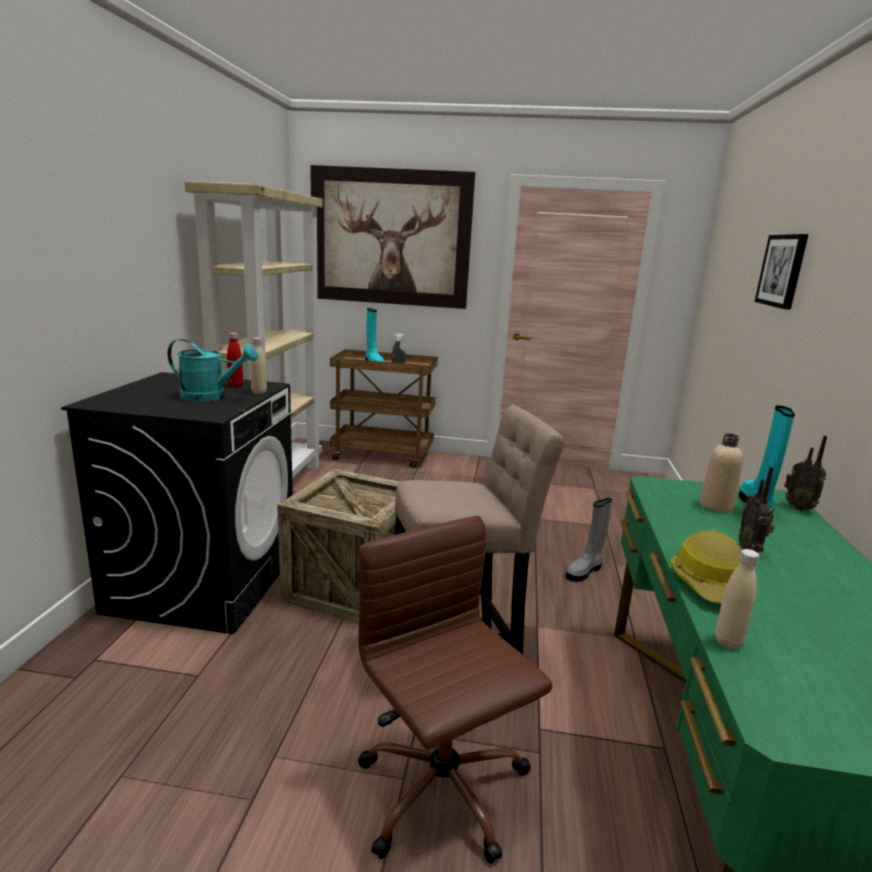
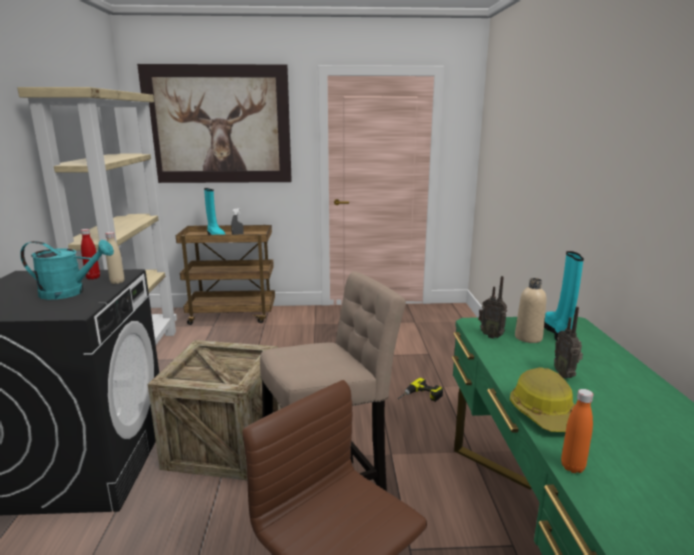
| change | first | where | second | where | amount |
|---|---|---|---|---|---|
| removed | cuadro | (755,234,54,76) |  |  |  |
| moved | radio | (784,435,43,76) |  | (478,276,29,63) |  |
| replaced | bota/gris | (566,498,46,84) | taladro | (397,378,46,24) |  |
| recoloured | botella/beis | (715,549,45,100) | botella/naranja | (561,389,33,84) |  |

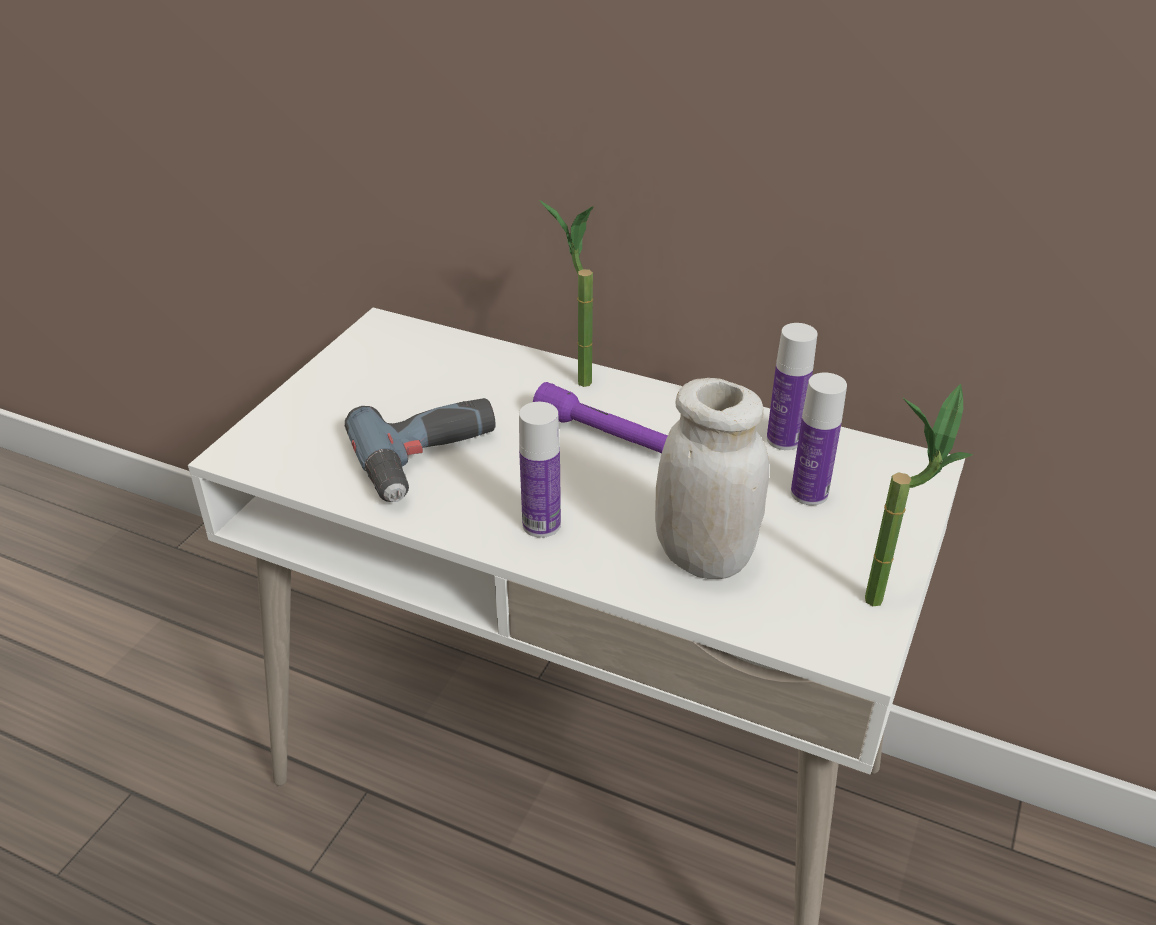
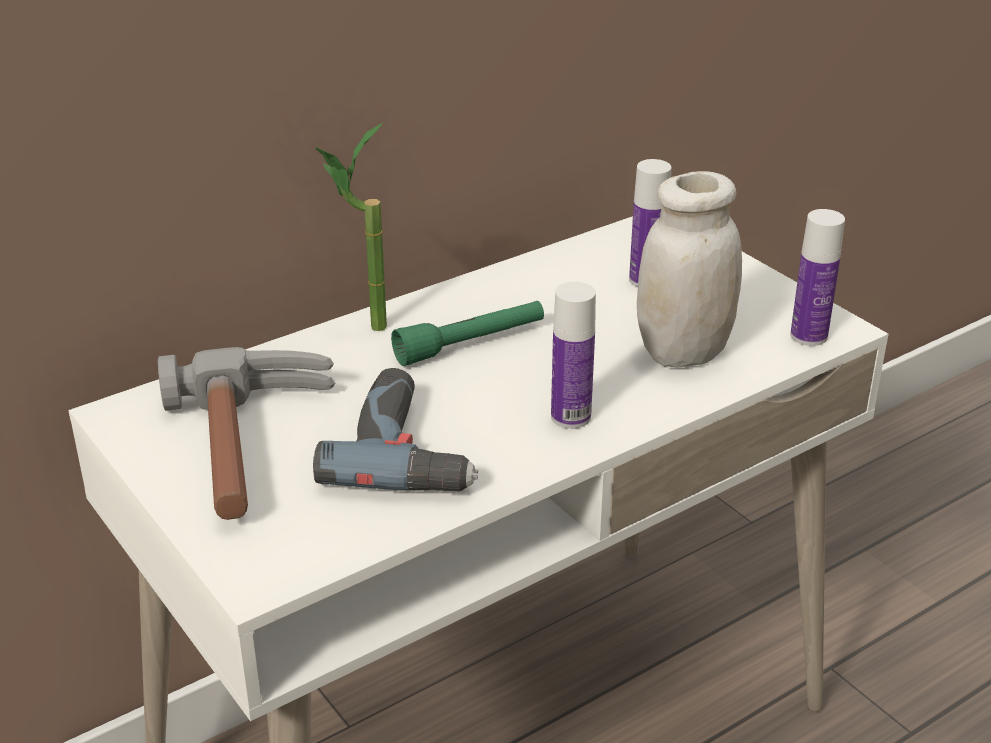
| change | first | where | second | where | amount |
|---|---|---|---|---|---|
| removed | planta en maceta | (865,384,108,222) |  |  |  |
| added |  |  | martillo | (158,347,177,173) |  |
| moved | botella | (767,323,51,127) |  | (790,209,55,137) |  |
| recoloured | linterna/morado | (533,382,135,71) | linterna/verde | (391,301,153,65) |  |

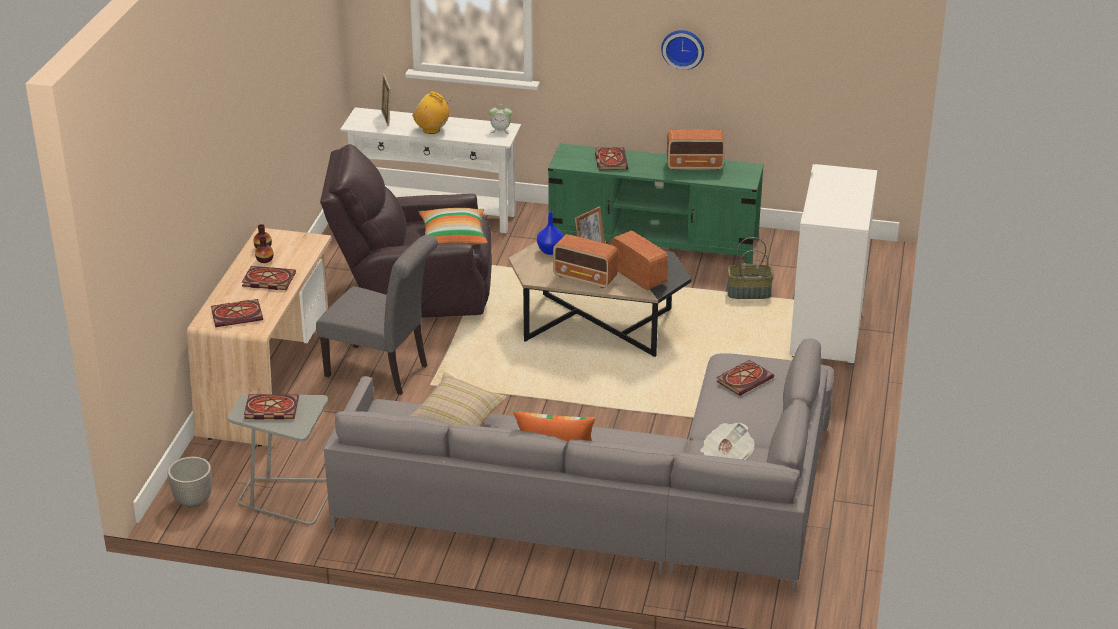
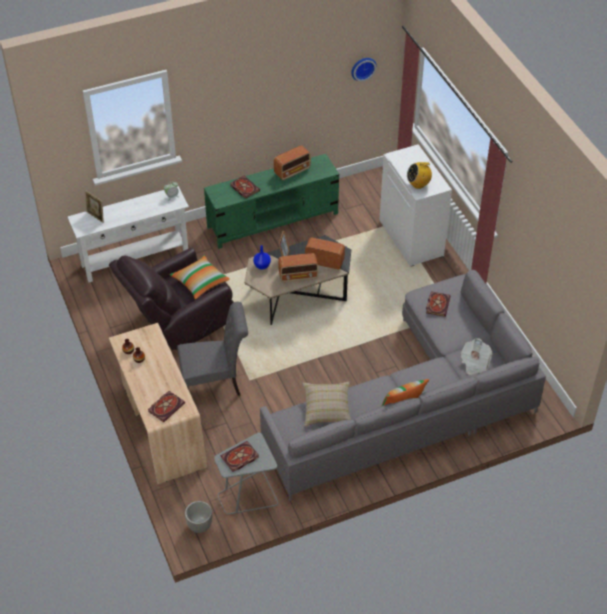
| change | first | where | second | where | amount |
|---|---|---|---|---|---|
| removed | libro | (242,266,54,24) |  |  |  |
| removed | cesta | (727,237,47,62) |  |  |  |
| moved | radio | (412,91,39,43) |  | (407,162,25,27) |  |
| moved | reloj de pared | (661,30,43,40) |  | (351,58,26,23) |  |

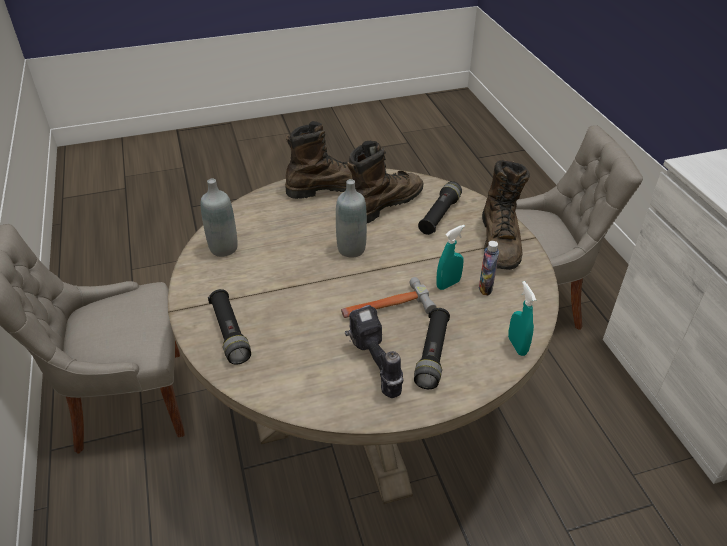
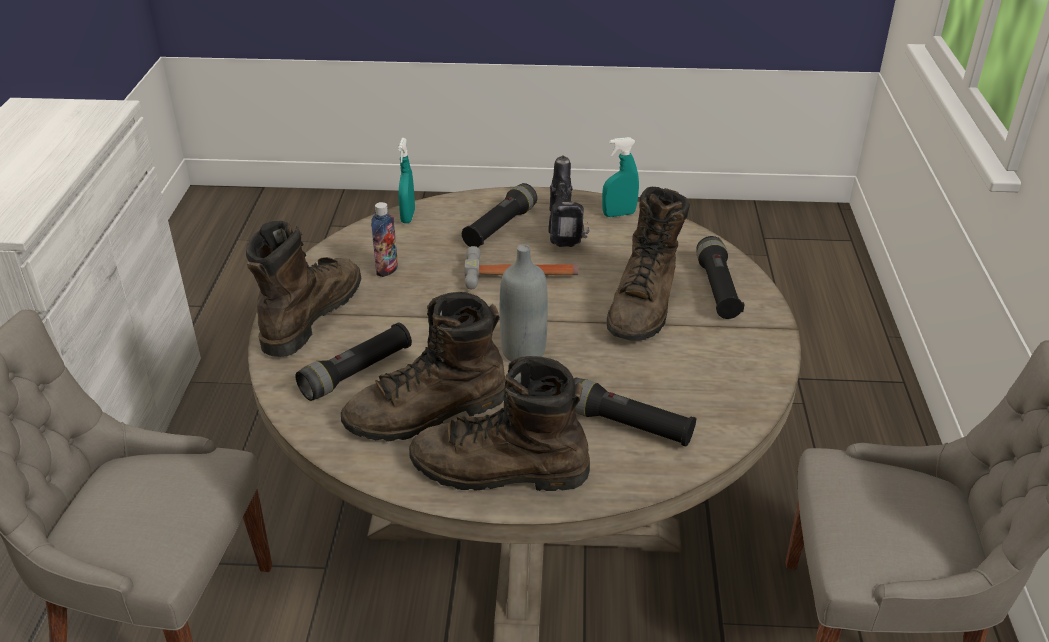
| change | first | where | second | where | amount |
|---|---|---|---|---|---|
| removed | botella/gris | (200,178,38,79) |  |  |  |
| added |  |  | linterna/negro | (574,378,123,69) |  |
| added |  |  | bota/marrón | (607,187,83,154) |  |
| moved | pulverizador/turquesa | (436,225,29,65) |  | (602,137,37,80) |  |

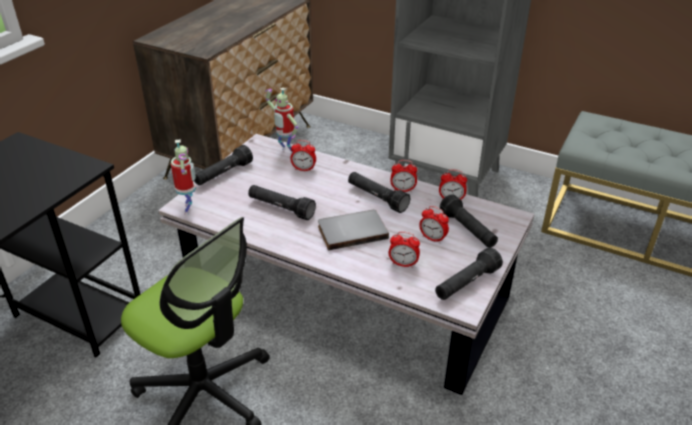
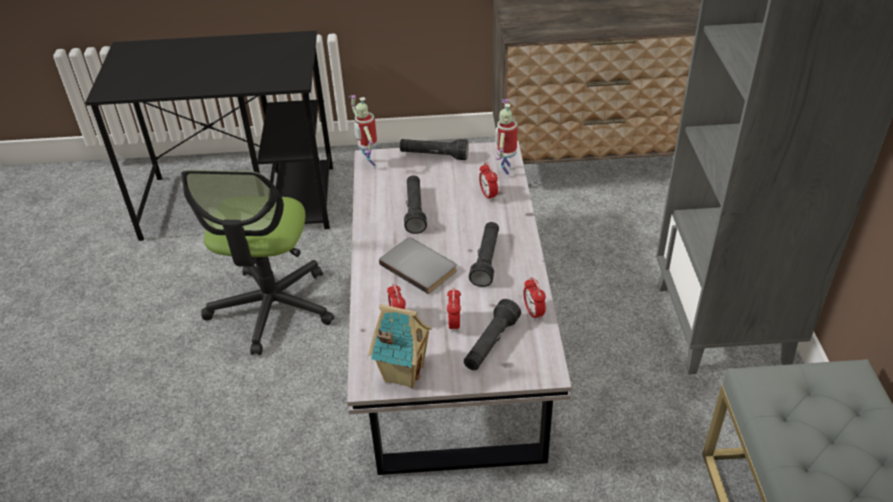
| change | first | where | second | where | amount |
|---|---|---|---|---|---|
| removed | despertador | (390,160,27,32) |  |  |  |
| replaced | linterna/negro | (435,247,68,53) | casita | (368,304,64,85) |  |
| turned | robot de juguete | (171,140,25,75) |  | (348,95,29,74) | 105 degrees clockwise |

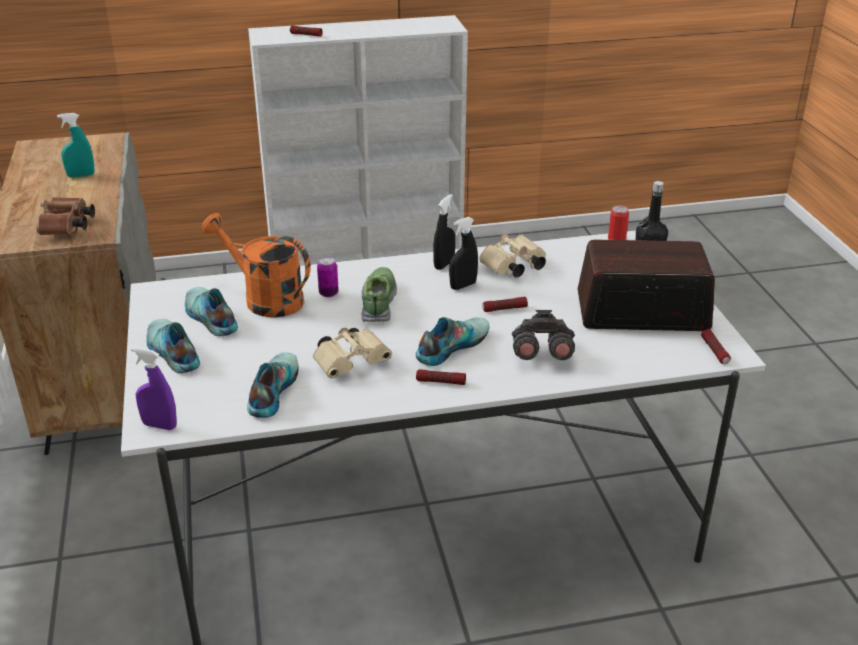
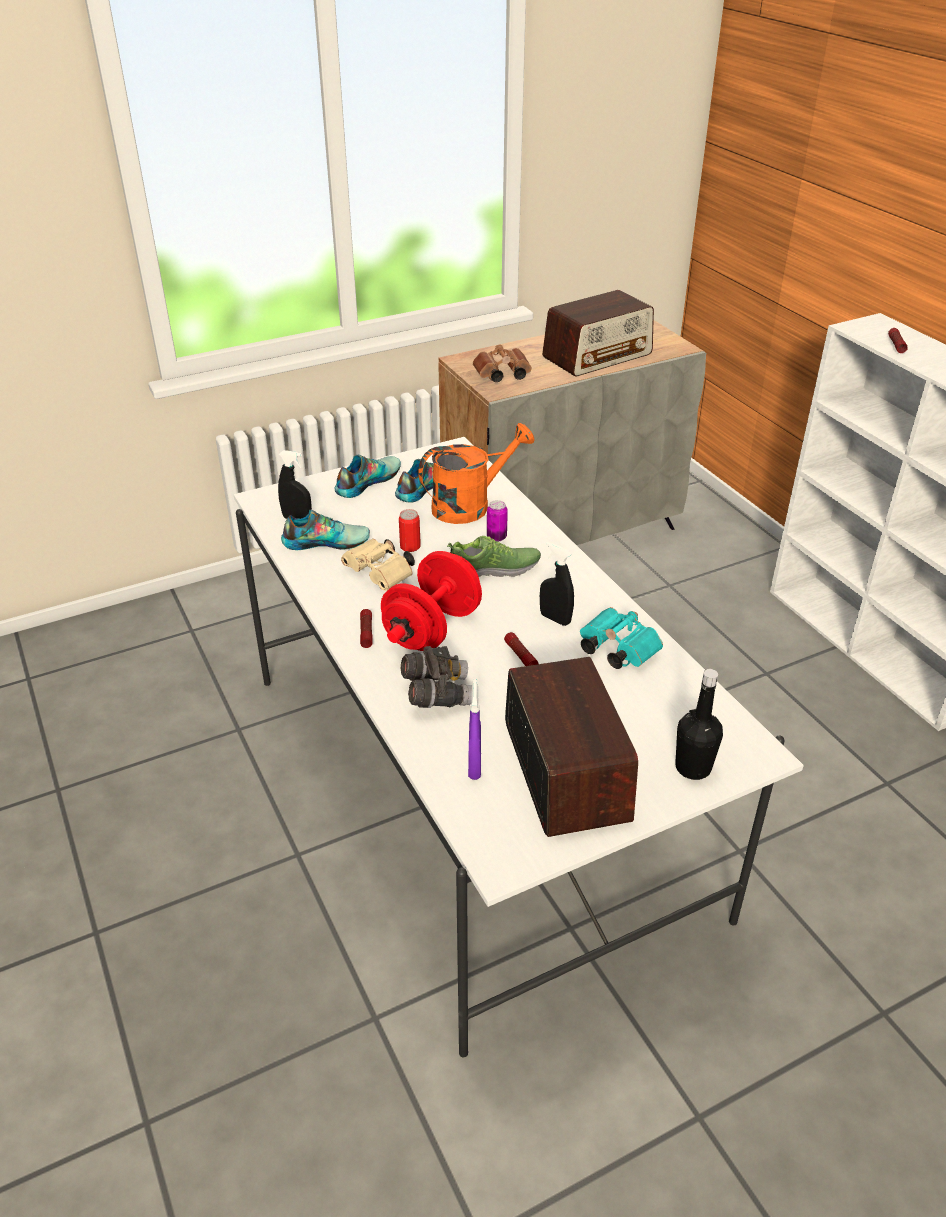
| change | first | where | second | where | amount |
|---|---|---|---|---|---|
| removed | linterna | (701,329,30,35) |  |  |  |
| moved | pulverizador/morado | (131,347,46,83) |  | (468,679,13,101) |  |
| moved | pulverizador/negro | (433,194,22,76) |  | (278,450,34,69) |  |
| moved | lata | (608,205,21,35) |  | (399,509,22,43) |  |
| replaced | pulverizador/turquesa | (57,113,38,65) | radio | (542,290,112,86) |  |
| replaced | zapato | (415,317,74,49) | mancuerna/rojo | (381,551,101,100) |  |
| recoloured | prismáticos/beis | (479,234,67,44) | prismáticos/turquesa | (580,607,83,62) |  |
| turned | regadera/naranja | (202,213,109,105) |  | (418,423,117,101) | 45 degrees clockwise |

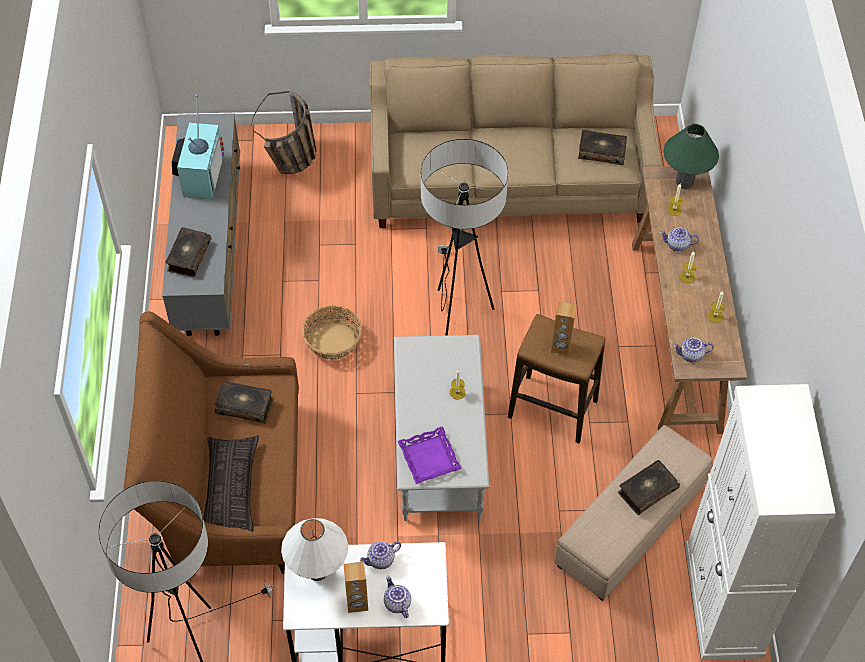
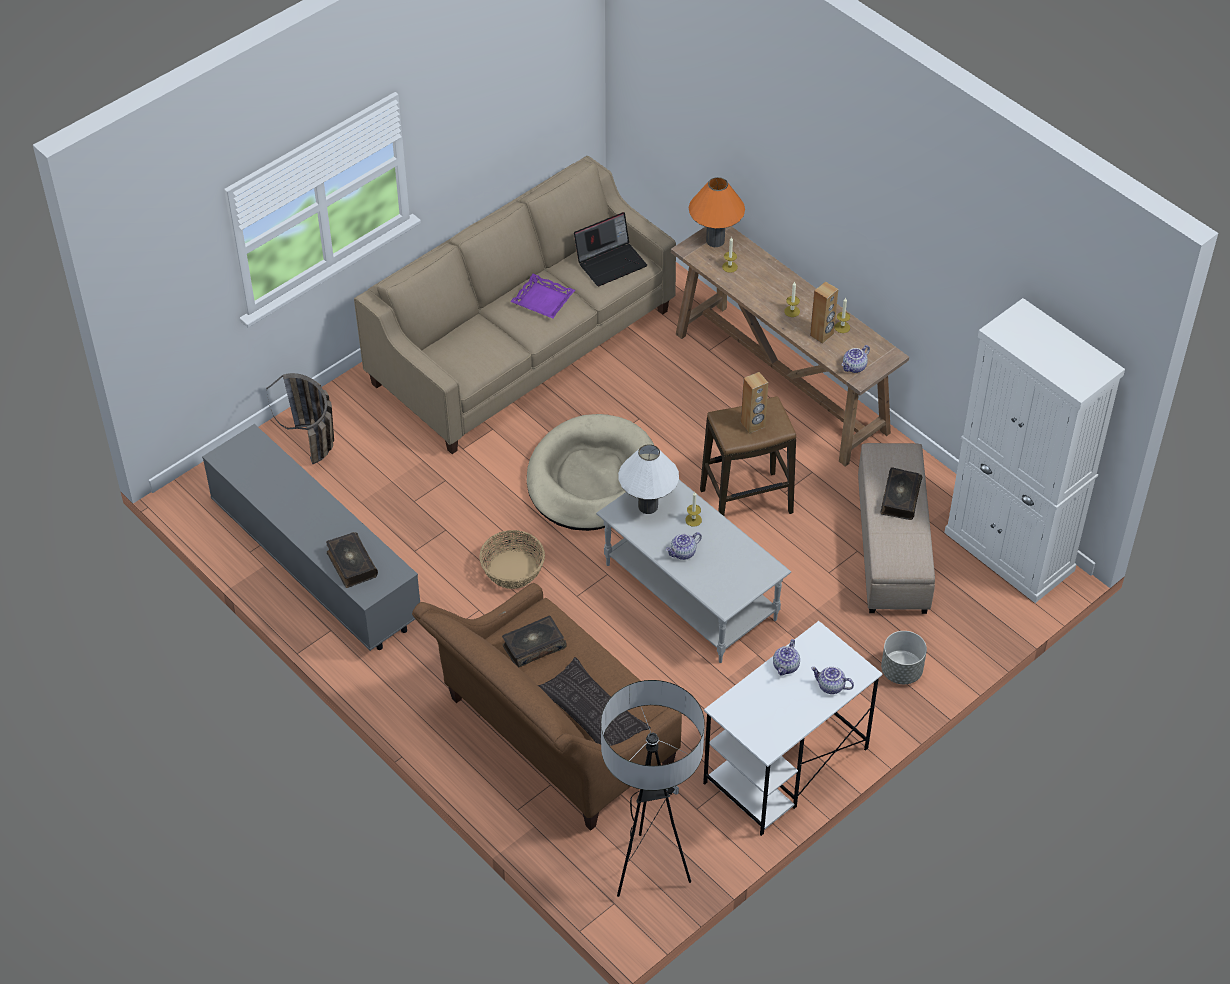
| change | first | where | second | where | amount |
|---|---|---|---|---|---|
| removed | televisor | (172,94,52,105) |  |  |  |
| added |  |  | maceta/gris | (881,631,46,53) |  |
| moved | lámpara de mesa/blanco | (281,518,67,63) |  | (618,444,61,70) |  |
| moved | altavoz/marrón | (343,562,25,51) |  | (810,282,28,62) |  |
| moved | bandeja/morado | (398,426,64,58) |  | (510,274,65,44) |  |
| moved | tetera | (660,227,39,24) |  | (666,532,36,28) |  |
| replaced | lámpara de pie | (421,139,87,196) | cama para perro/beis | (527,414,131,117) |  |
| replaced | libro | (578,130,49,35) | portátil | (574,212,73,75) |  |
| recoloured | lámpara de mesa/verde | (663,124,56,65) | lámpara de mesa/naranja | (689,177,56,70) |  |

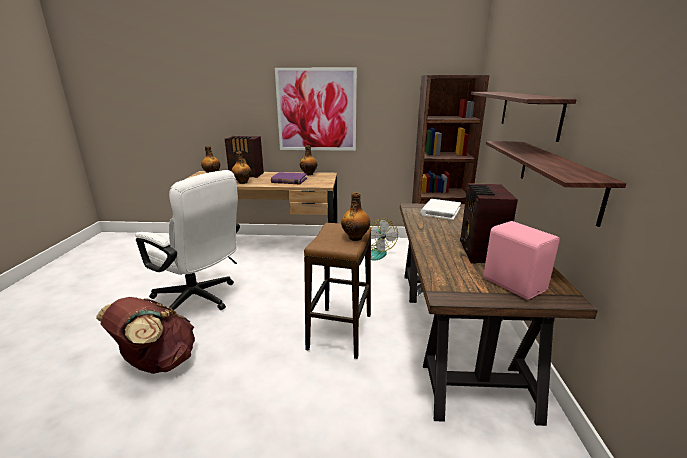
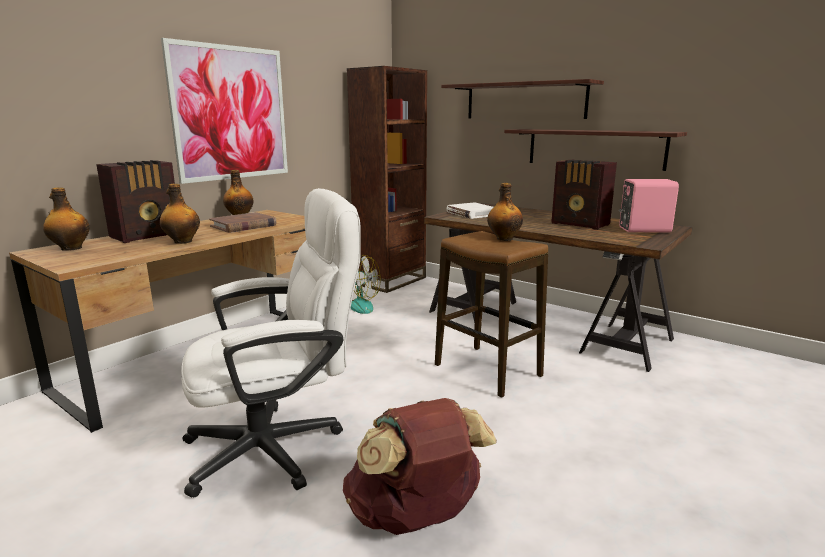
| change | first | where | second | where | amount |
|---|---|---|---|---|---|
| recoloured | libro/morado | (271,172,36,12) | libro/marrón | (209,212,67,21) |  |

